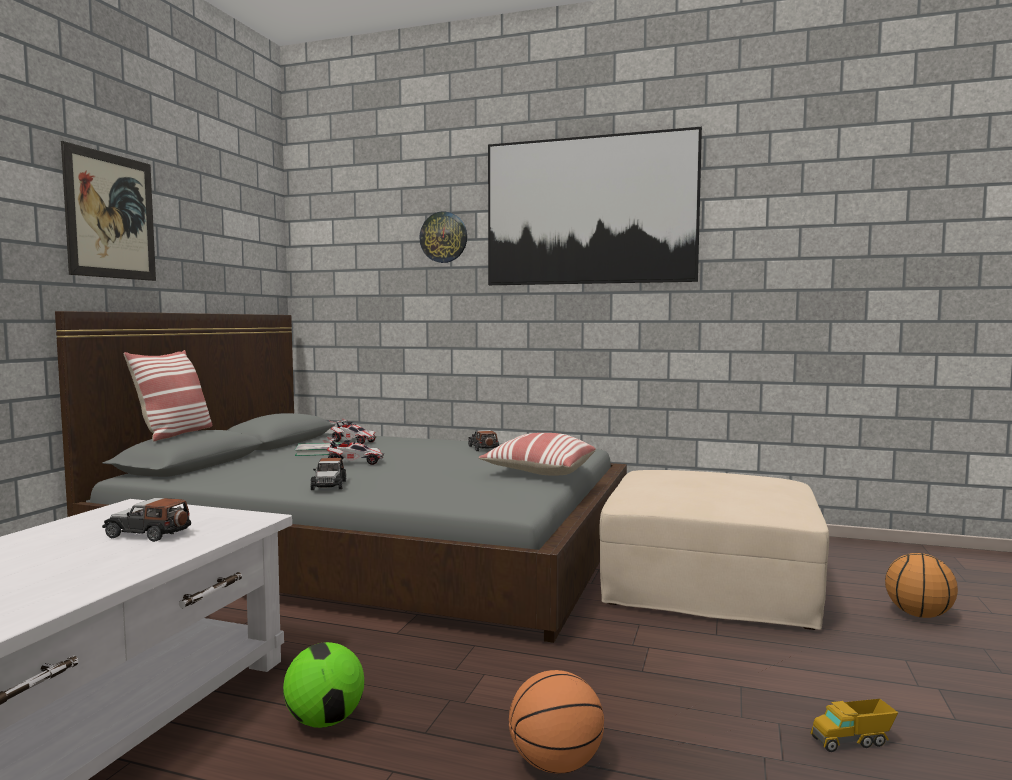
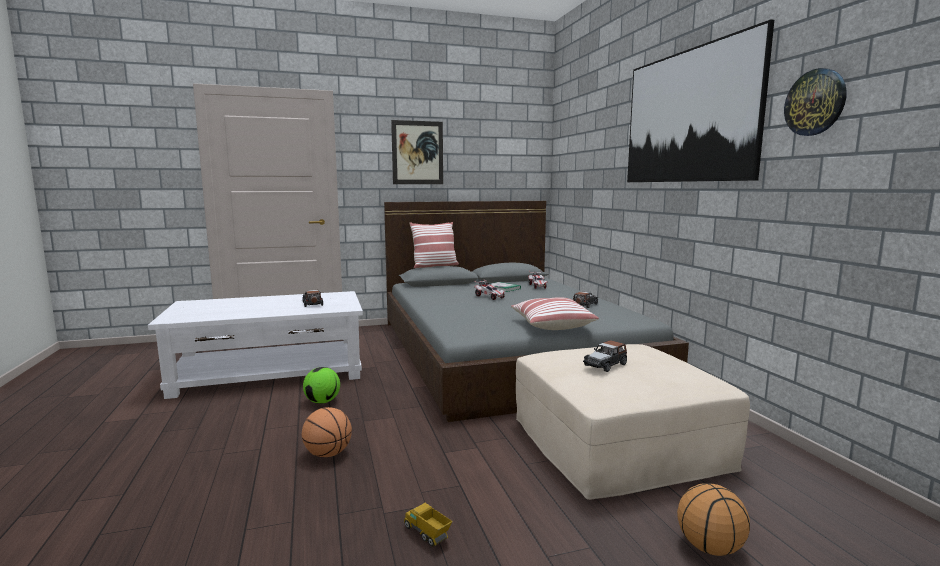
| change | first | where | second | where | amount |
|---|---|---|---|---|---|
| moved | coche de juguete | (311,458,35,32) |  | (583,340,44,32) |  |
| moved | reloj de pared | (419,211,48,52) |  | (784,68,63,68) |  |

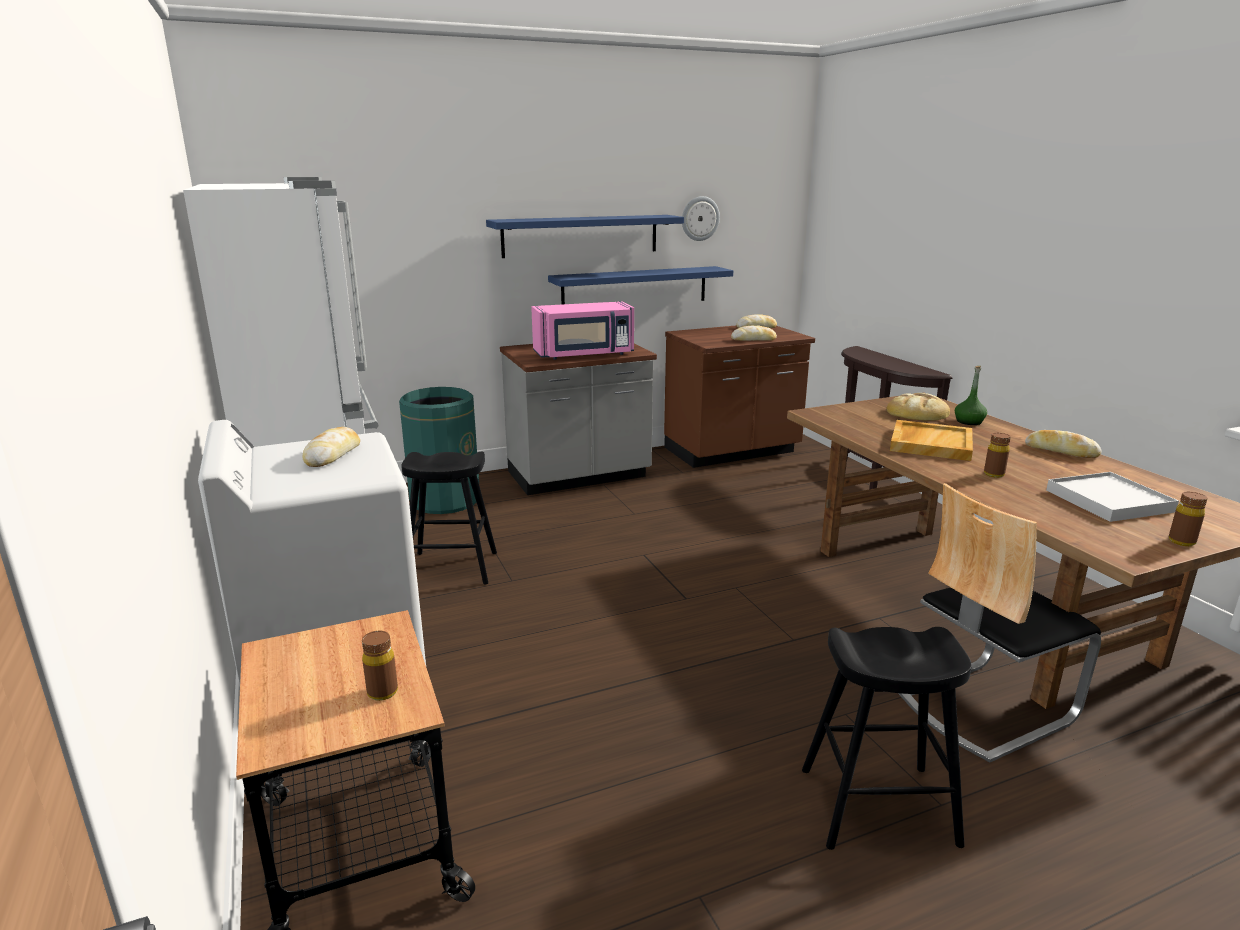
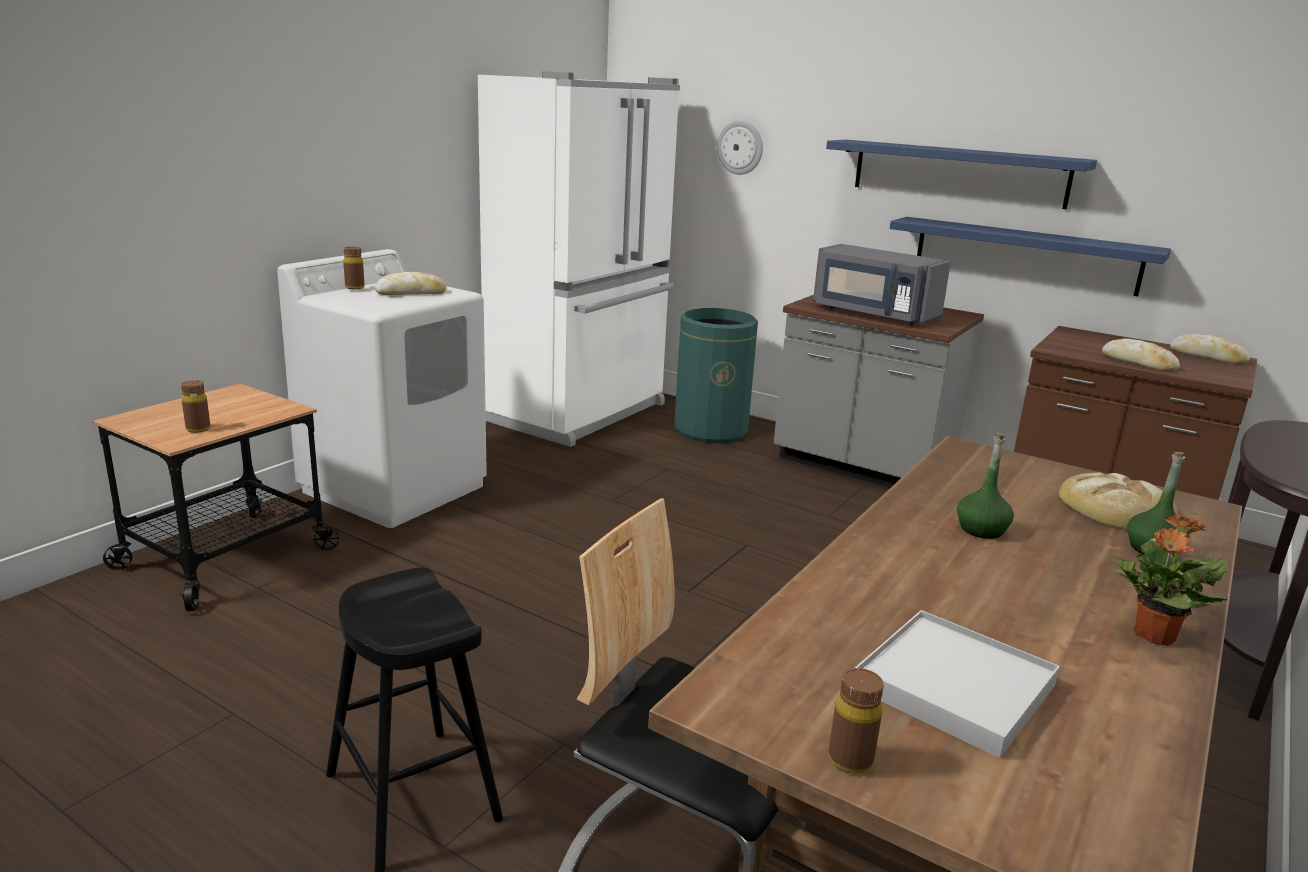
| change | first | where | second | where | amount |
|---|---|---|---|---|---|
| removed | taburete/negro | (401,452,96,133) |  |  |  |
| moved | reloj de pared | (682,196,38,45) |  | (717,121,46,54) |  |
| moved | botella/marrón | (984,433,27,45) |  | (343,247,21,43) |  |
| replaced | bandeja/beis | (890,420,83,41) | botella/verde | (957,433,57,106) |  |
| replaced | pan | (1025,430,77,28) | planta en maceta | (1111,512,117,134) |  |
| recoloured | microondas/rosa | (531,301,103,59) | microondas/gris | (813,244,138,81) |  |

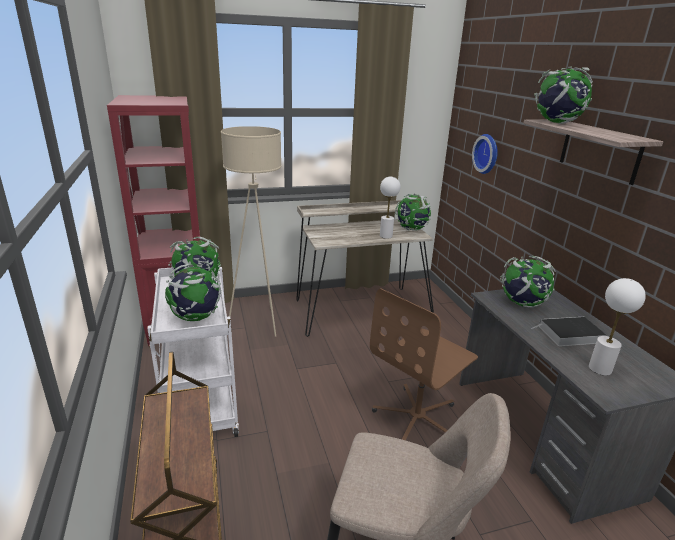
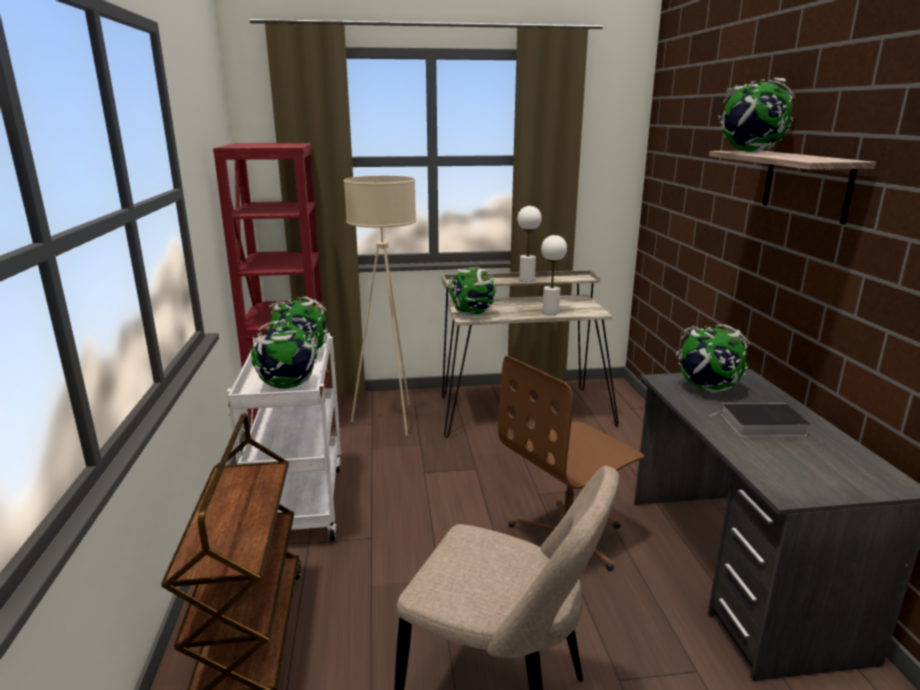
| change | first | where | second | where | amount |
|---|---|---|---|---|---|
| removed | reloj de pared | (472,134,26,40) |  |  |  |
| moved | globo terráqueo | (395,193,36,38) |  | (448,266,48,50) |  |
| moved | lámpara de mesa/blanco | (589,278,57,98) |  | (517,206,25,76) |  |

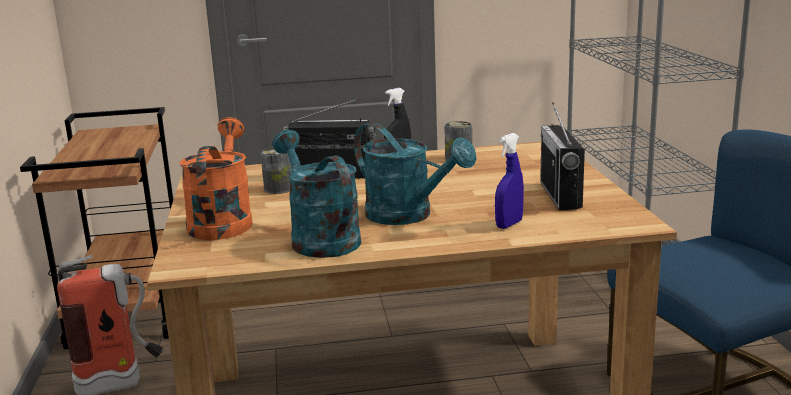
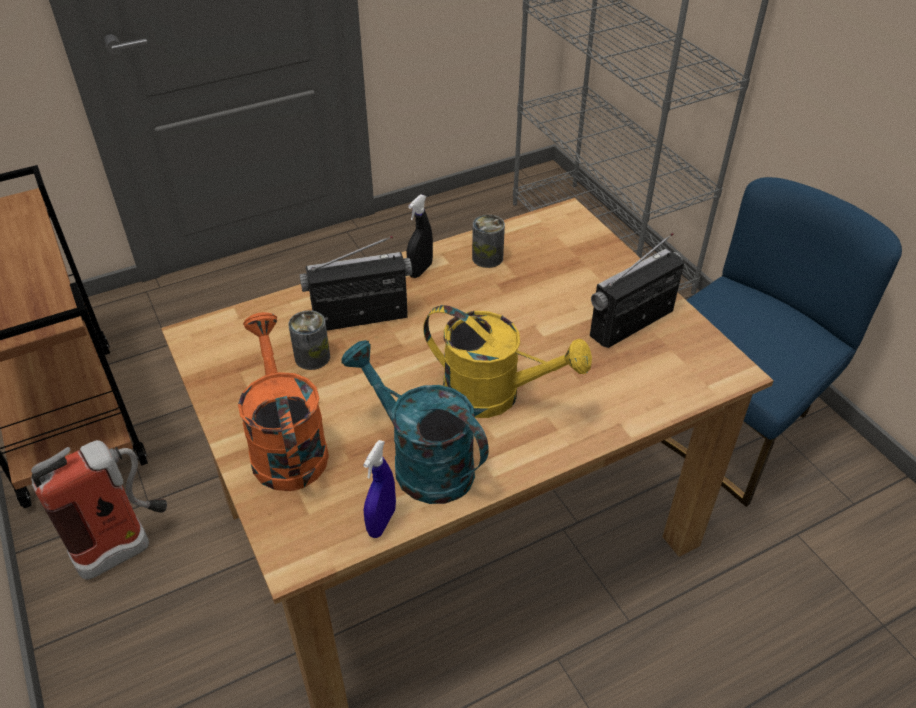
| change | first | where | second | where | amount |
|---|---|---|---|---|---|
| moved | pulverizador/azul | (495,133,29,96) |  | (363,440,33,98) |  |
| recoloured | regadera/turquesa | (354,123,123,102) | regadera/amarillo | (423,305,169,113) |  |
| turned | radio | (540,102,45,108) |  | (590,233,94,115) | 75 degrees clockwise |

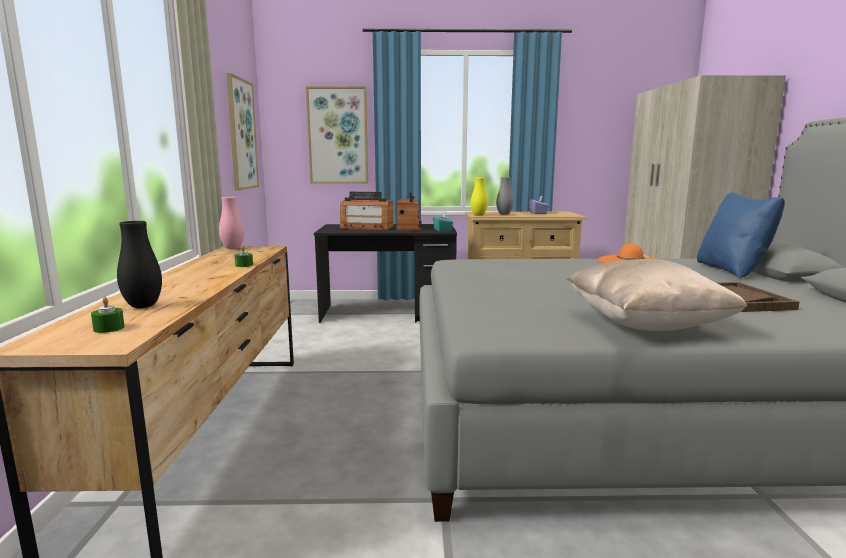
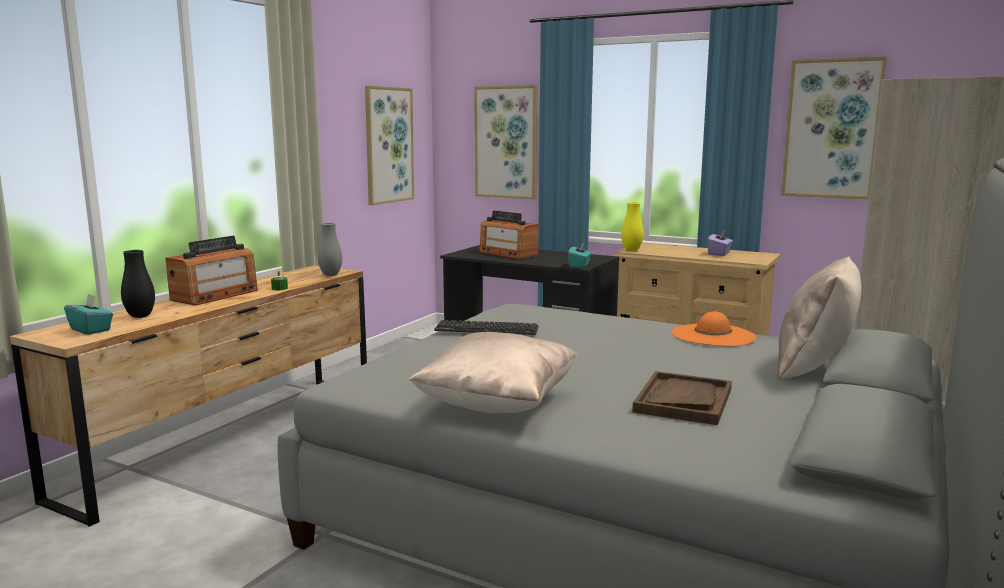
| change | first | where | second | where | amount |
|---|---|---|---|---|---|
| removed | florero/rosa | (219,197,25,52) |  |  |  |
| added |  |  | teclado | (434,320,105,15) |  |
| added |  |  | cuadro | (781,56,106,144) |  |
| moved | radio | (397,191,25,40) |  | (165,236,93,70) |  |
| moved | florero/gris | (496,177,17,38) |  | (318,223,24,53) |  |
| replaced | vela/verde | (91,297,34,36) | caja de pañuelos/turquesa | (64,294,49,41) |  |
| recoloured | cojín/azul | (697,192,88,87) | cojín/beis | (778,256,83,123) |  |

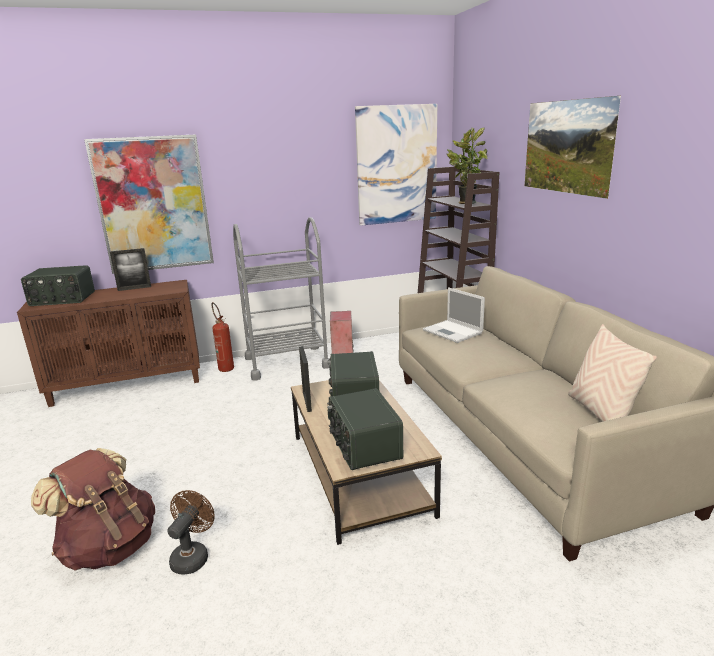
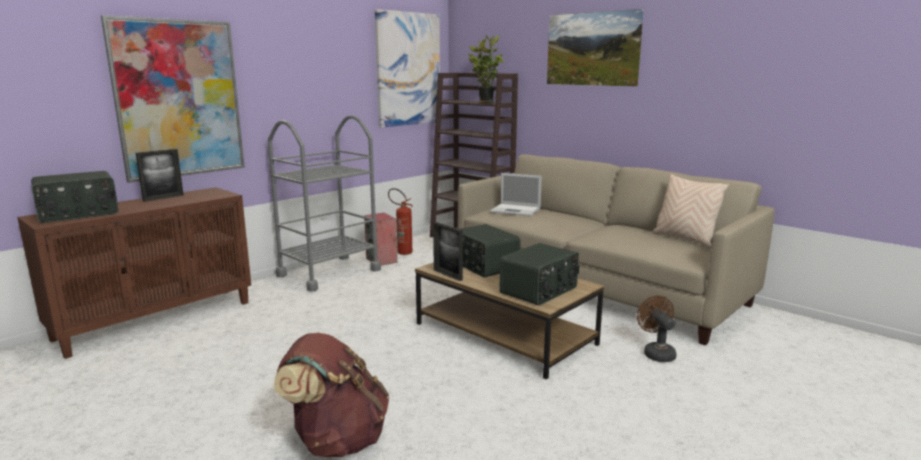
| change | first | where | second | where | amount |
|---|---|---|---|---|---|
| moved | ventilador/marrón | (167,490,48,85) |  | (637,295,40,67) |  |
| moved | extintor | (211,302,23,70) |  | (388,188,25,67) |  |
| turned | radio | (327,388,76,82) |  | (499,243,80,63) | 90 degrees counterclockwise |

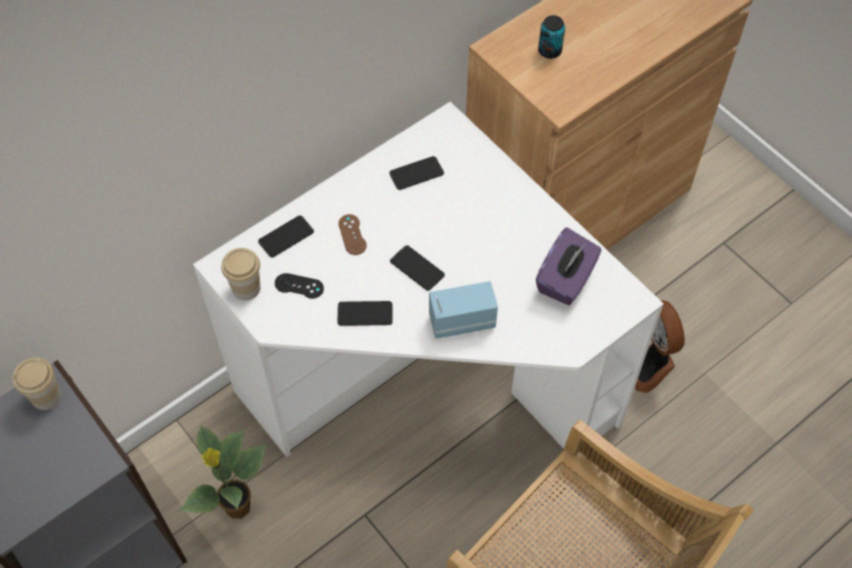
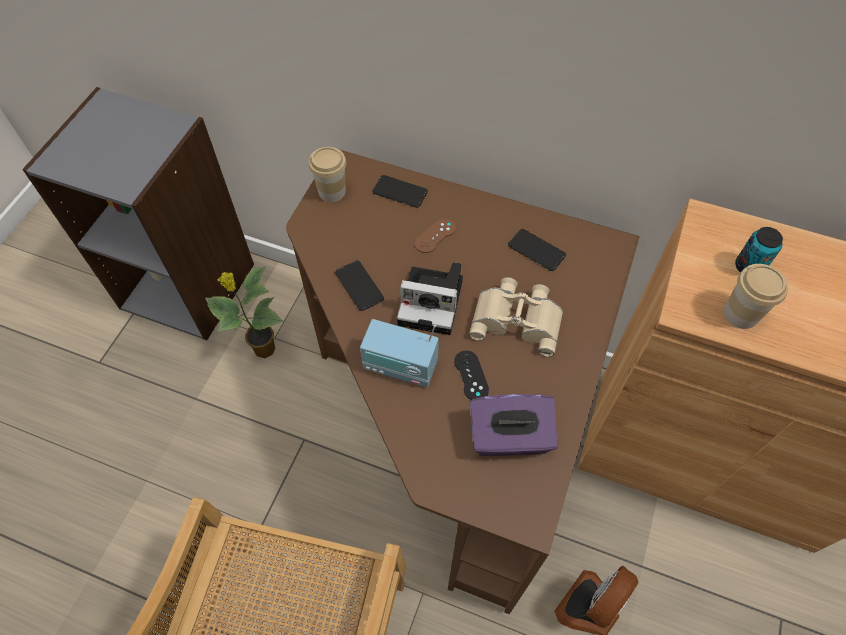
| change | first | where | second | where | amount |
|---|---|---|---|---|---|
| added |  |  | prismáticos/beis | (469,277,94,80) |  |
| moved | taza | (13,357,48,53) |  | (724,264,64,65) |  |
| moved | mando de consola/negro | (275,273,49,26) |  | (454,351,35,49) |  |
| replaced | móvil | (390,245,55,46) | cámara | (397,262,66,73) |  |
| recoloured | escritorio/blanco | (193,102,471,355) | escritorio/marrón | (286,149,354,465) |  |
| turned | radio | (429,281,69,58) |  | (360,319,79,68) | 150 degrees clockwise |

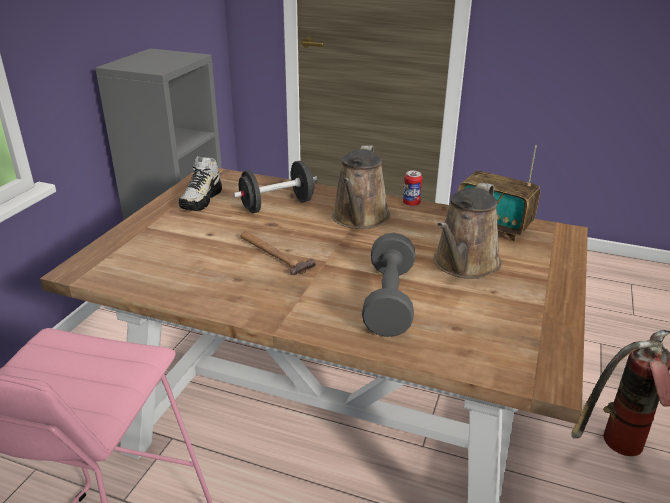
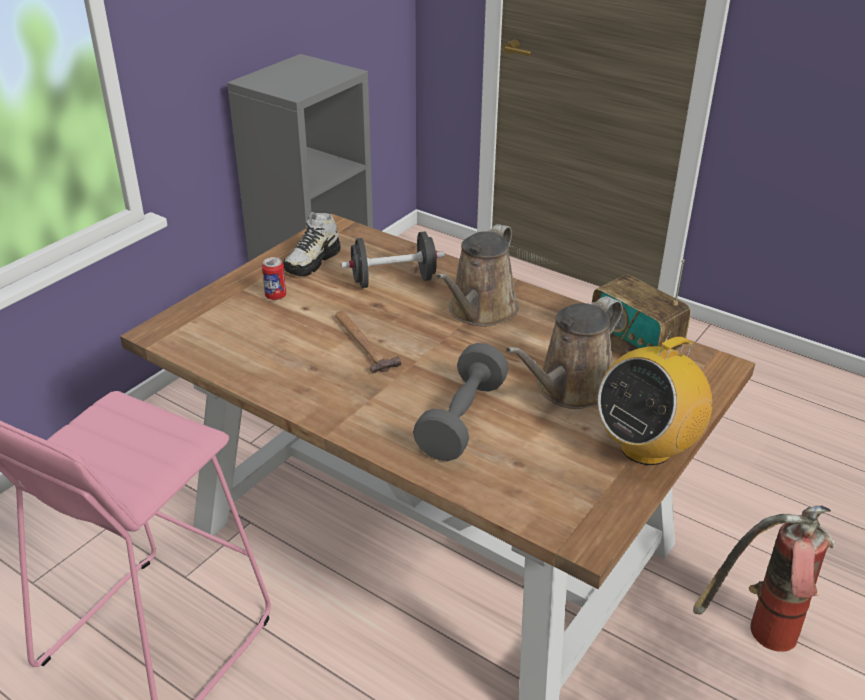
| change | first | where | second | where | amount |
|---|---|---|---|---|---|
| added |  |  | radio | (598,330,114,135) |  |
| moved | lata | (403,171,19,36) |  | (262,257,24,43) |  |

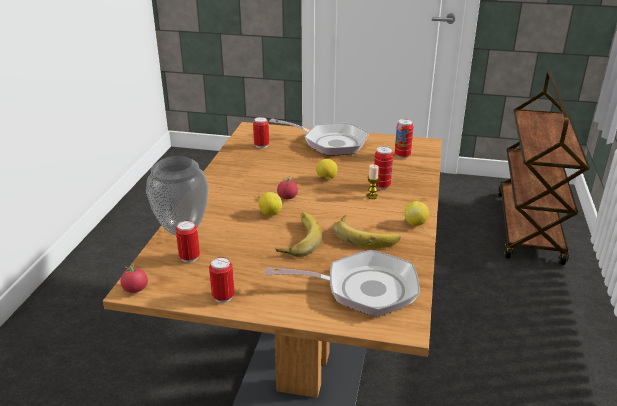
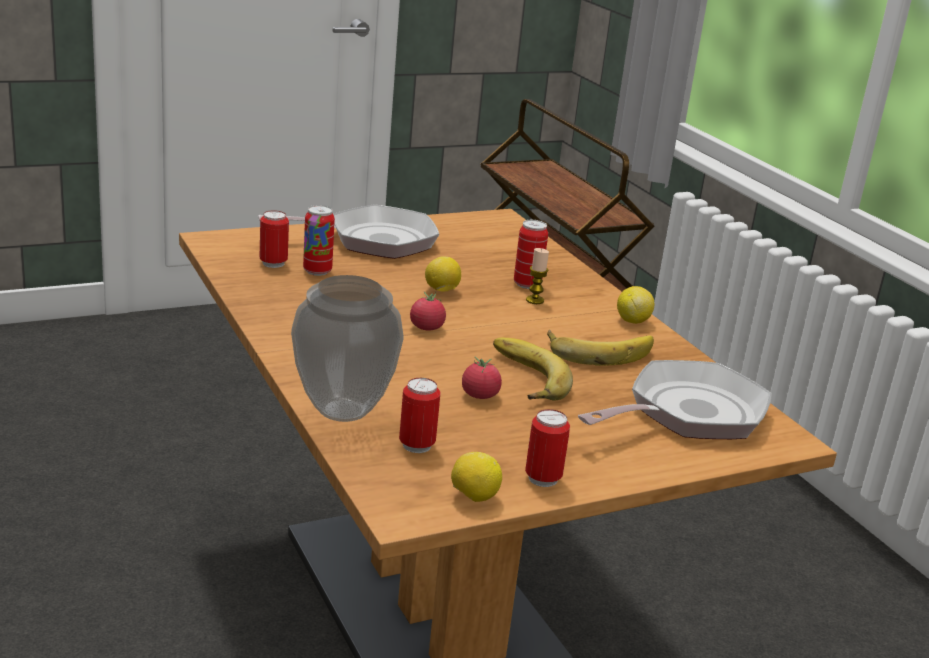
| change | first | where | second | where | amount |
|---|---|---|---|---|---|
| moved | tomate | (120,264,28,29) |  | (462,357,40,42) |  |
| moved | limón | (259,192,23,24) |  | (451,452,51,50) |  |
| moved | lata | (395,119,18,39) |  | (303,205,32,71) |  |

